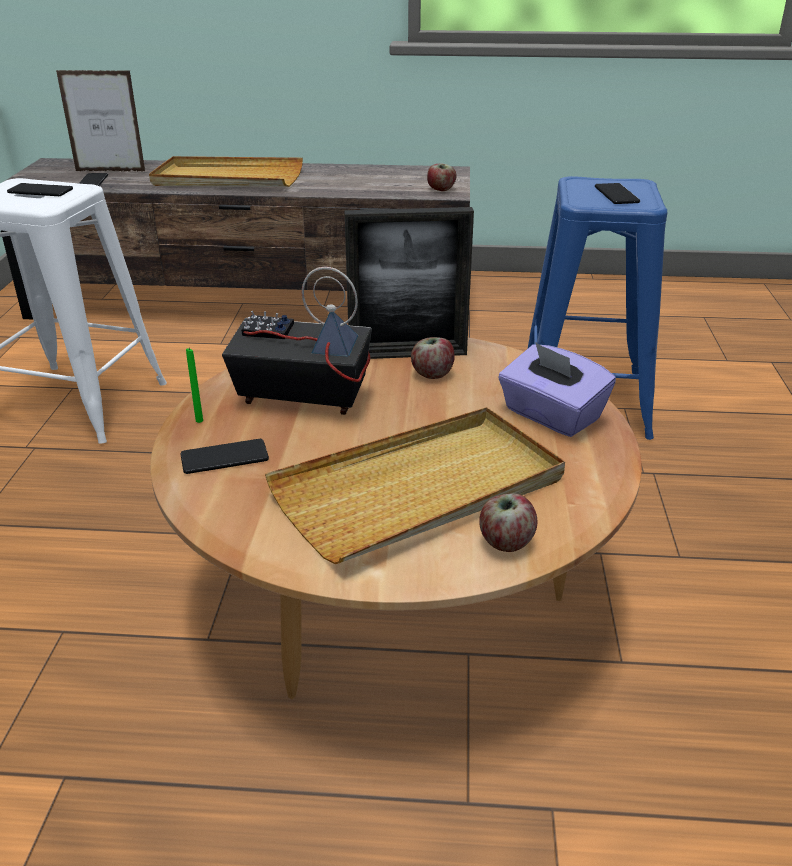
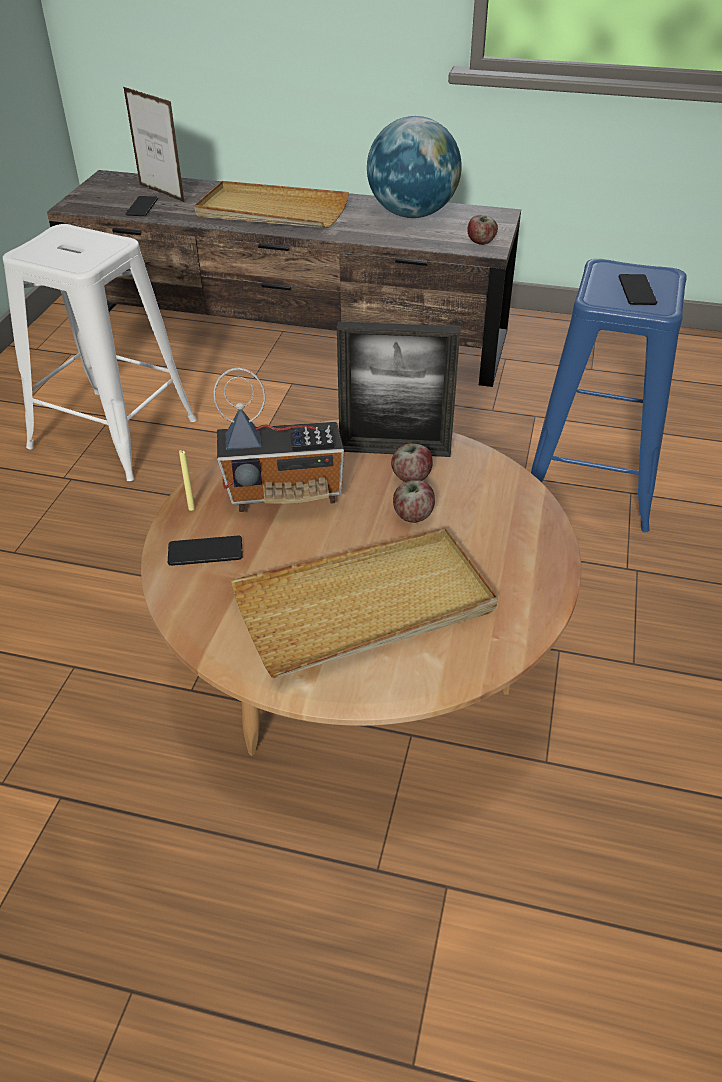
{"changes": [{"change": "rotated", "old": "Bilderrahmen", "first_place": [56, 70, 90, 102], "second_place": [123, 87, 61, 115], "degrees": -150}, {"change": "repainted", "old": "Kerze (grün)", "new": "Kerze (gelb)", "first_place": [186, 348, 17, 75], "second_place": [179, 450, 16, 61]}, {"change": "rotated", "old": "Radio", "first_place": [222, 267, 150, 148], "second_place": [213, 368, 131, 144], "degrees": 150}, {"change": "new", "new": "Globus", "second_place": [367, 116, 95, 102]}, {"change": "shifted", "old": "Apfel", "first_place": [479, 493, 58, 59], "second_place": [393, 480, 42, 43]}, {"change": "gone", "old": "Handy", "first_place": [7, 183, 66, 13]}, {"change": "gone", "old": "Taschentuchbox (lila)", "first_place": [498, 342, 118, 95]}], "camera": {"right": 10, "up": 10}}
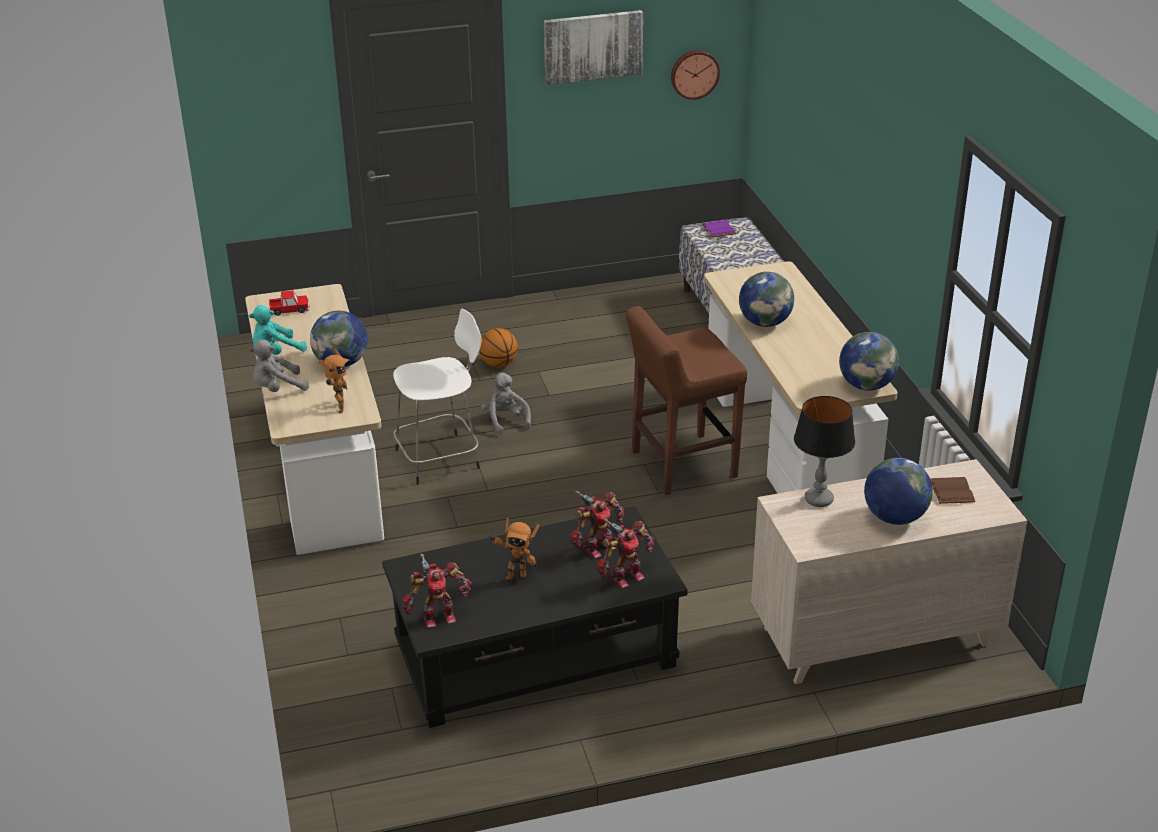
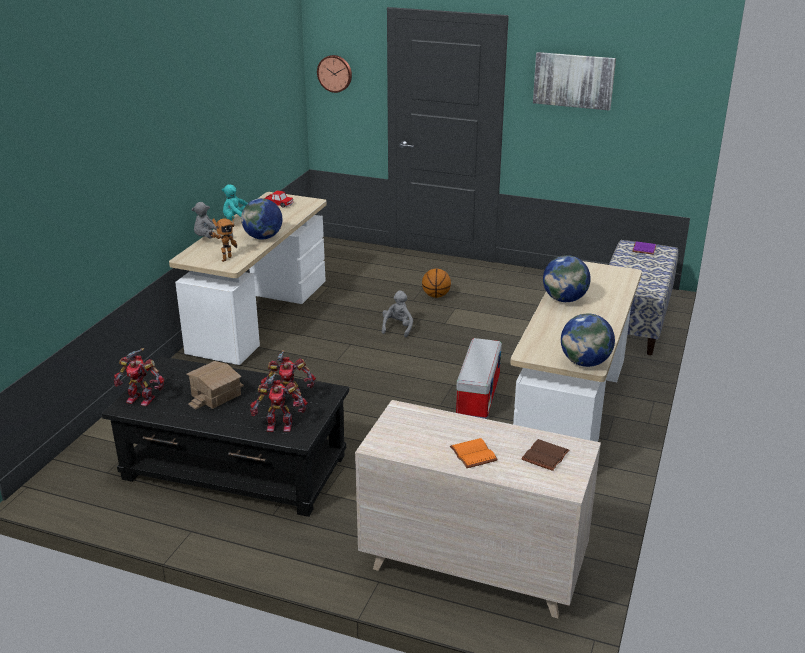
{"changes": [{"change": "swapped", "old": "Spielzeugroboter", "new": "Spielzeughaus", "first_place": [488, 517, 52, 64], "second_place": [187, 361, 57, 49]}, {"change": "rotated", "old": "Plüschtier (grau)", "first_place": [249, 339, 60, 53], "second_place": [191, 202, 42, 36], "degrees": -45}, {"change": "shifted", "old": "Wanduhr", "first_place": [671, 50, 49, 50], "second_place": [317, 55, 35, 38]}, {"change": "swapped", "old": "Globus", "new": "Buch (orange)", "first_place": [864, 458, 69, 67], "second_place": [450, 438, 48, 30]}, {"change": "swapped", "old": "Hocker (braun)", "new": "Aufbewahrungsbox", "first_place": [625, 306, 122, 189], "second_place": [456, 338, 46, 81]}, {"change": "gone", "old": "Hocker (weiß)", "first_place": [393, 308, 89, 177]}, {"change": "gone", "old": "Tischlampe", "first_place": [794, 396, 61, 111]}], "camera": {"right": 35, "up": -5}}
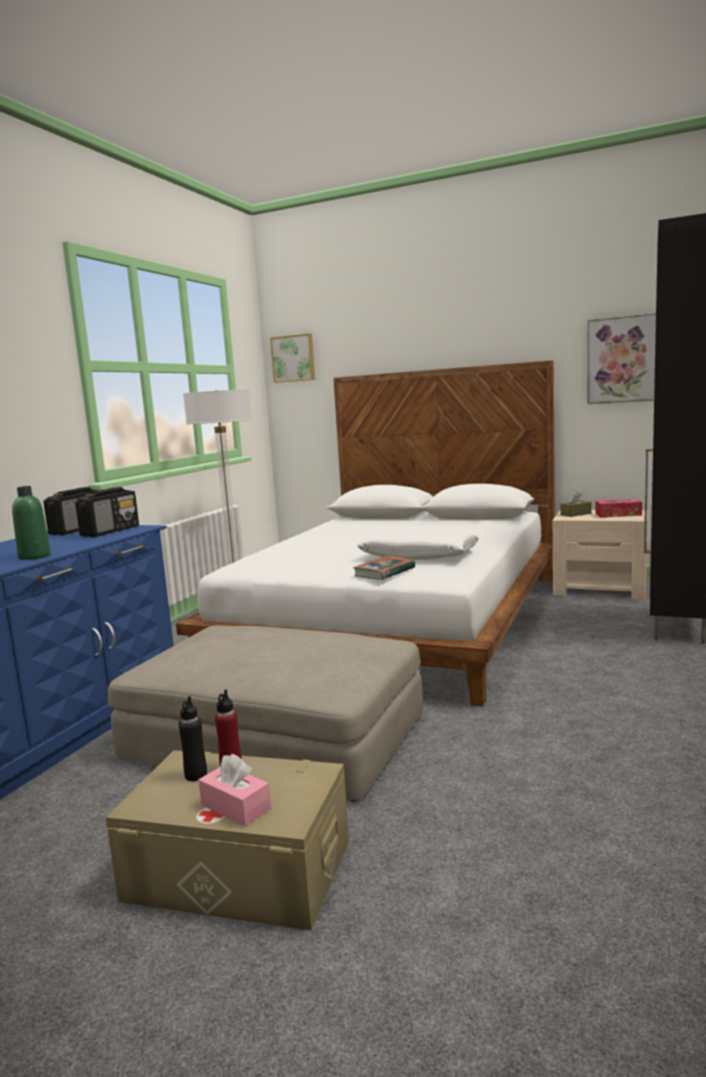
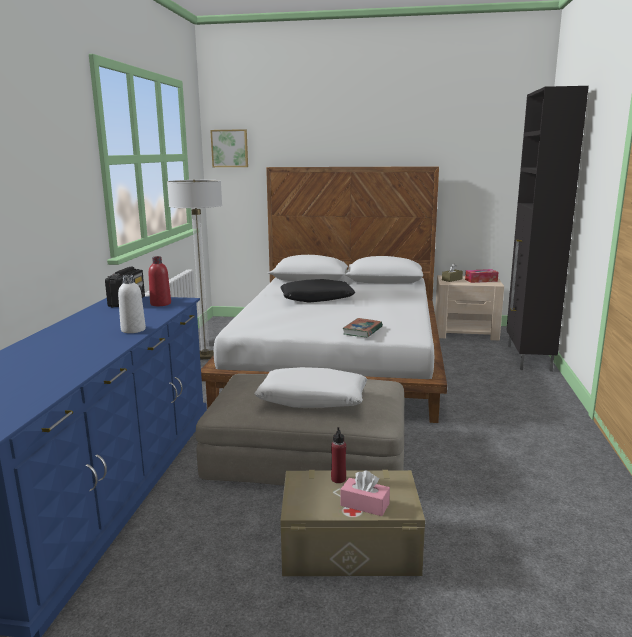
{"changes": [{"change": "repainted", "old": "Flasche (grün)", "new": "Flasche (weiß)", "first_place": [12, 486, 39, 74], "second_place": [118, 275, 28, 58]}, {"change": "swapped", "old": "Radio", "new": "Flasche (rot)", "first_place": [75, 487, 64, 50], "second_place": [149, 256, 22, 50]}, {"change": "shifted", "old": "Kissen (weiß)", "first_place": [357, 527, 122, 33], "second_place": [254, 367, 113, 41]}, {"change": "new", "new": "Kissen (schwarz)", "second_place": [280, 279, 75, 24]}, {"change": "gone", "old": "Flasche (schwarz)", "first_place": [179, 696, 28, 85]}, {"change": "gone", "old": "Bild", "first_place": [587, 313, 69, 91]}], "camera": {"right": -15, "up": 5}}
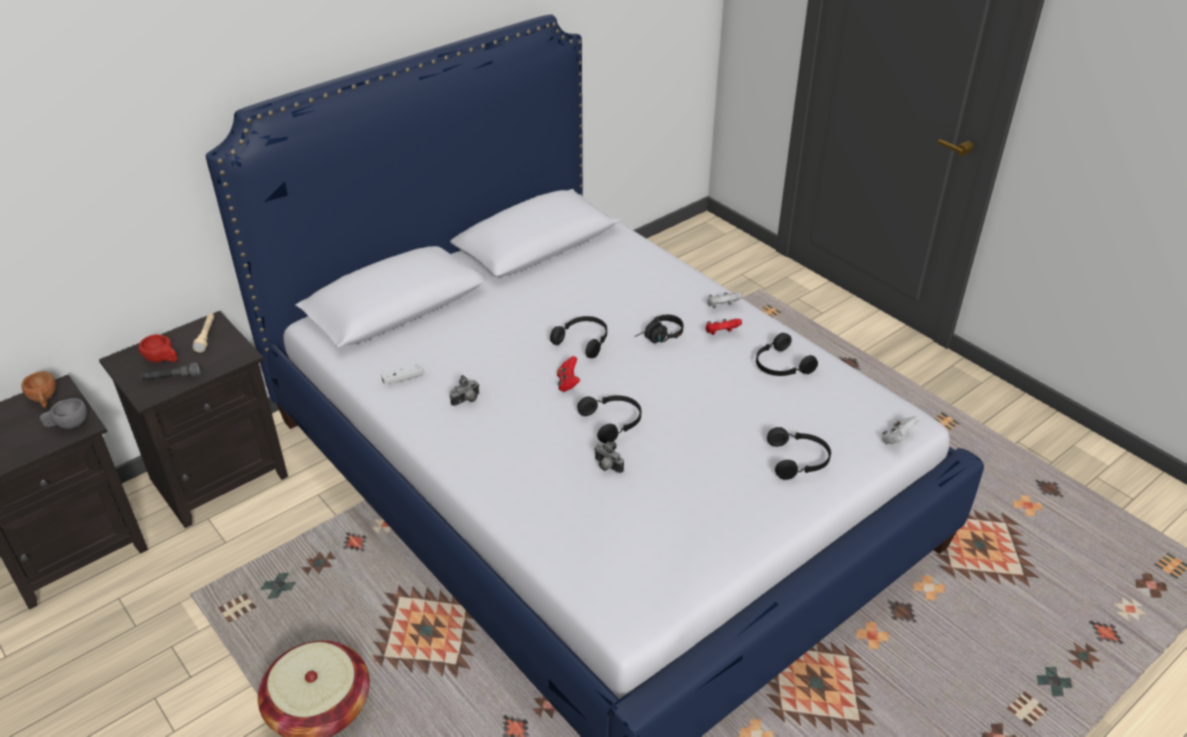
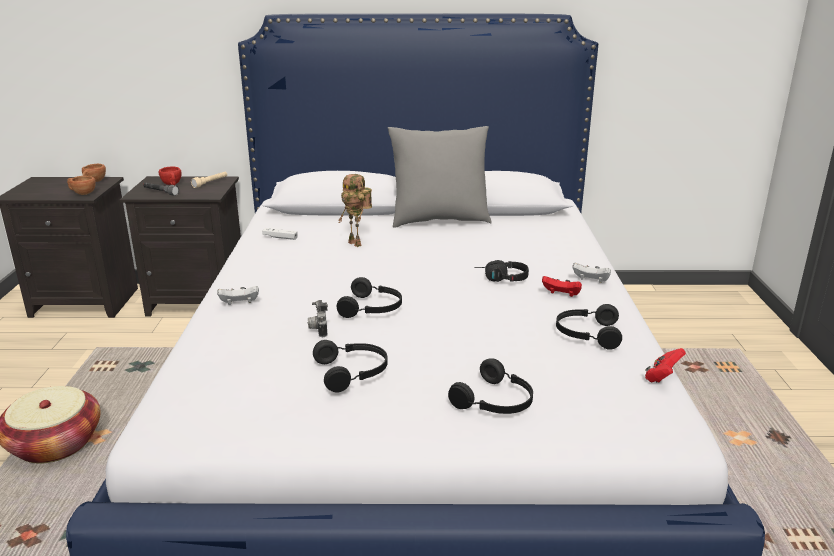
{"changes": [{"change": "repainted", "old": "Tasse (grau)", "new": "Tasse (braun)", "first_place": [40, 398, 47, 31], "second_place": [67, 176, 29, 19]}, {"change": "shifted", "old": "Gamepad (weiß)", "first_place": [882, 416, 37, 28], "second_place": [217, 286, 42, 19]}, {"change": "shifted", "old": "Kopfhörer (schwarz)", "first_place": [550, 316, 57, 42], "second_place": [313, 340, 75, 53]}, {"change": "new", "new": "Spielzeugroboter", "second_place": [338, 174, 34, 73]}, {"change": "new", "new": "Kissen (grau)", "second_place": [388, 126, 104, 102]}, {"change": "shifted", "old": "Gamepad (rot)", "first_place": [557, 356, 23, 36], "second_place": [645, 348, 41, 35]}, {"change": "gone", "old": "Kamera", "first_place": [450, 375, 29, 31]}], "camera": {"right": 40, "up": -15}}
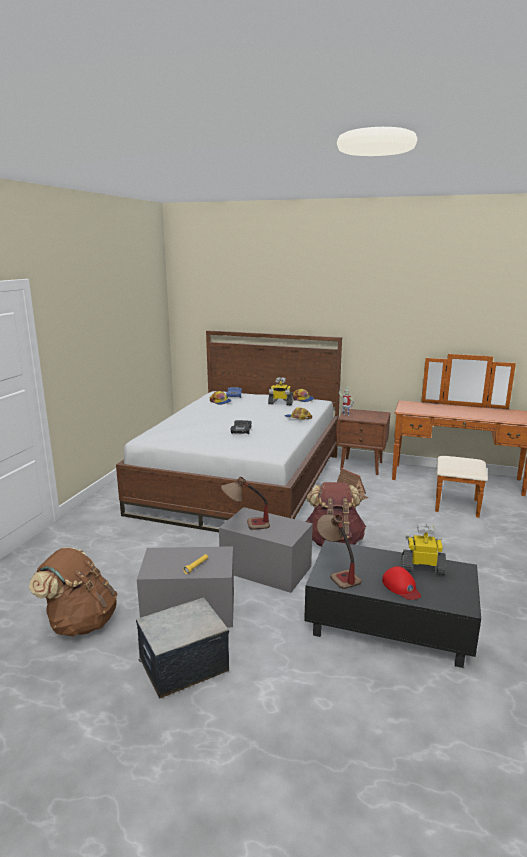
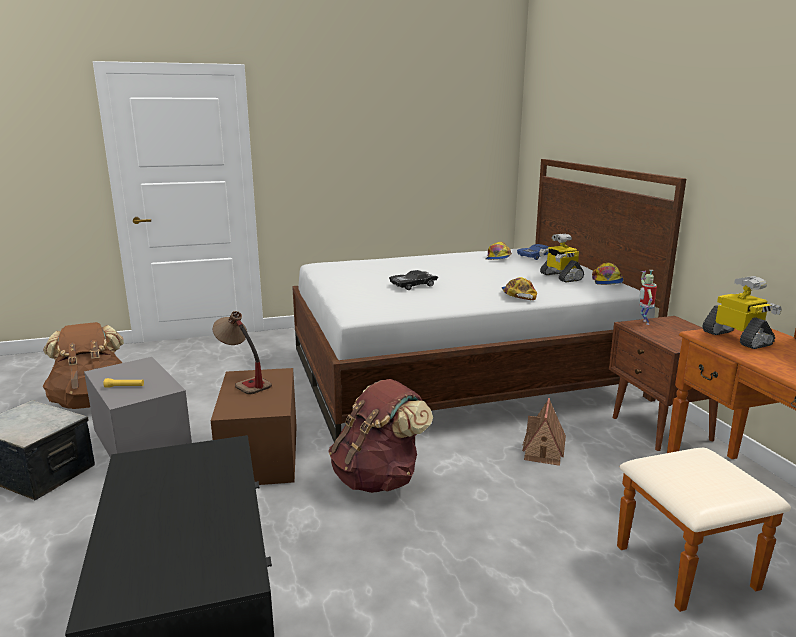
{"changes": [{"change": "repainted", "old": "Aufbewahrungsbox (grau)", "new": "Aufbewahrungsbox (braun)", "first_place": [219, 507, 94, 86], "second_place": [211, 368, 86, 117]}, {"change": "shifted", "old": "Spielzeugroboter", "first_place": [401, 523, 45, 52], "second_place": [702, 276, 80, 73]}, {"change": "gone", "old": "Tischlampe", "first_place": [317, 514, 45, 75]}, {"change": "gone", "old": "Kappe (rot)", "first_place": [382, 566, 39, 34]}], "camera": {"right": 55, "up": 0}}
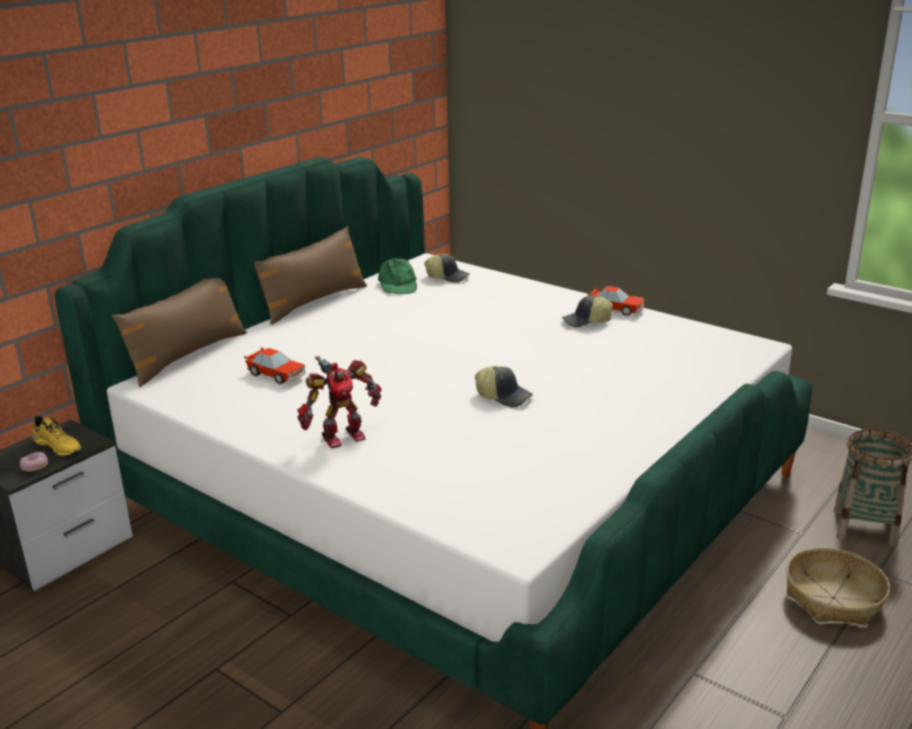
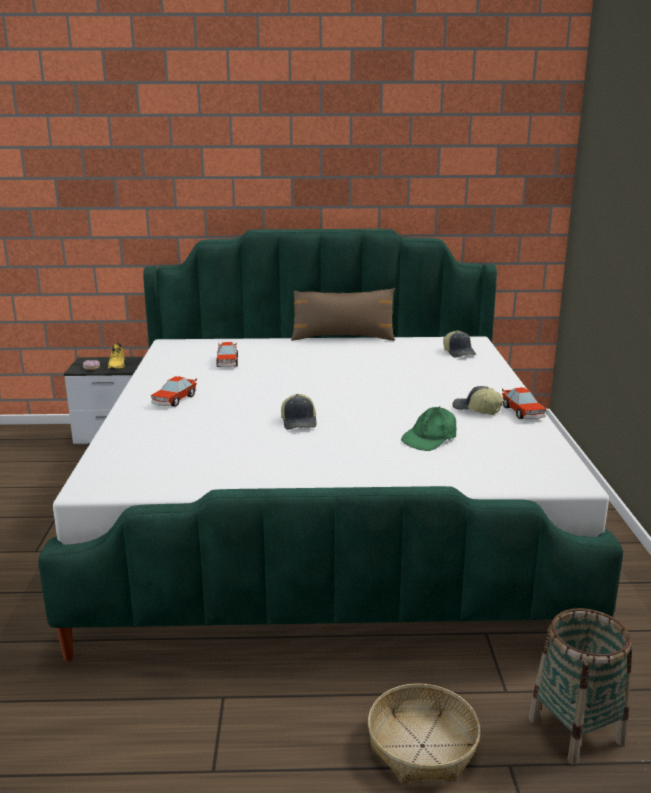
{"changes": [{"change": "swapped", "old": "Spielzeugroboter", "new": "Spielzeugauto", "first_place": [297, 356, 84, 93], "second_place": [151, 376, 46, 31]}, {"change": "shifted", "old": "Kappe (grün)", "first_place": [378, 258, 39, 36], "second_place": [401, 407, 55, 44]}, {"change": "gone", "old": "Kissen (braun)", "first_place": [112, 278, 135, 109]}], "camera": {"right": 50, "up": -5}}
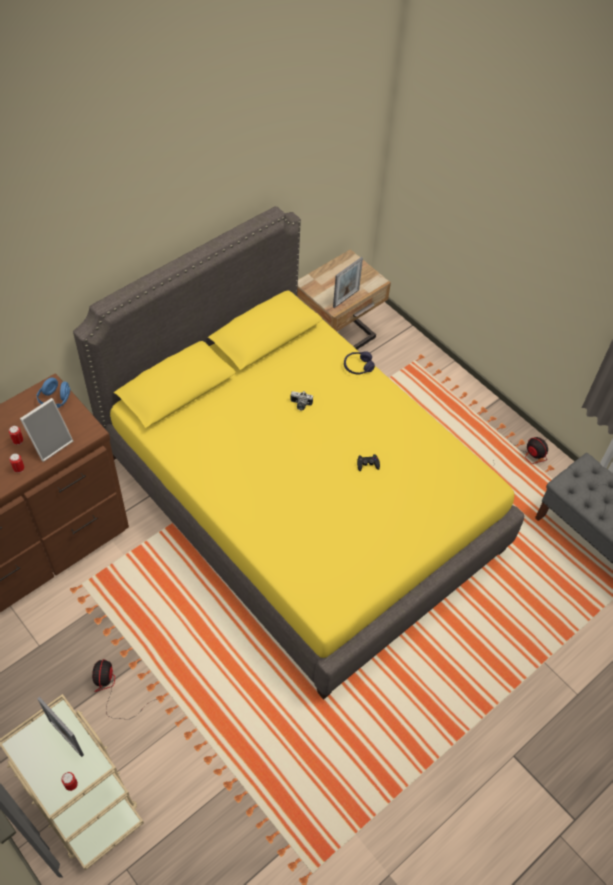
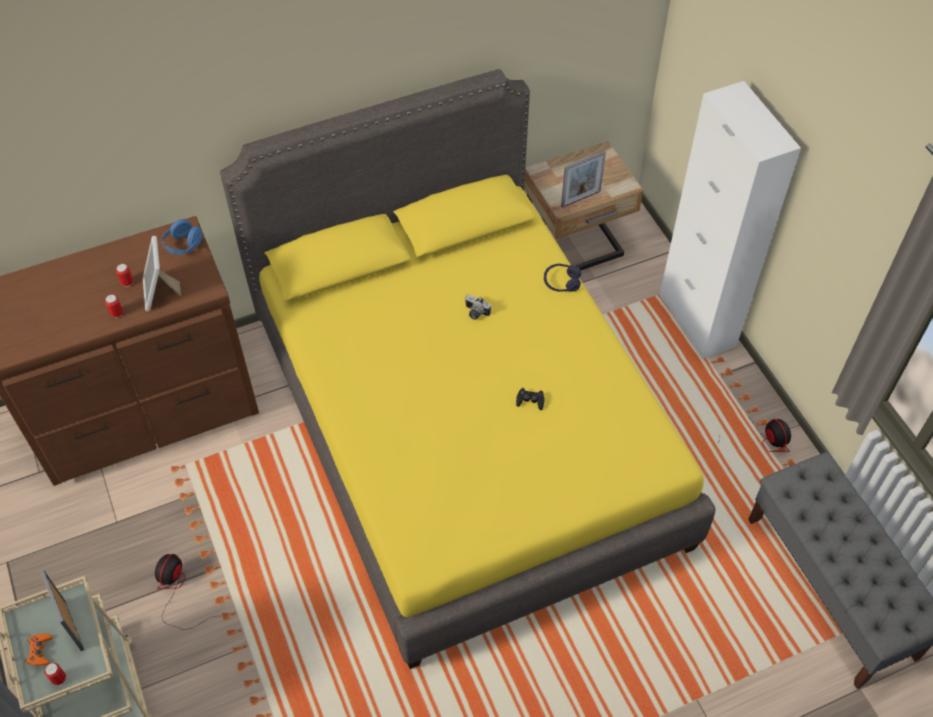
{"changes": [{"change": "new", "new": "Gamepad (orange)", "second_place": [25, 634, 28, 32]}, {"change": "rotated", "old": "Bilderrahmen", "first_place": [20, 398, 53, 64], "second_place": [143, 236, 38, 75], "degrees": 105}, {"change": "new", "new": "Schrank (weiß)", "second_place": [659, 81, 142, 278]}], "camera": {"right": 20, "up": 0}}
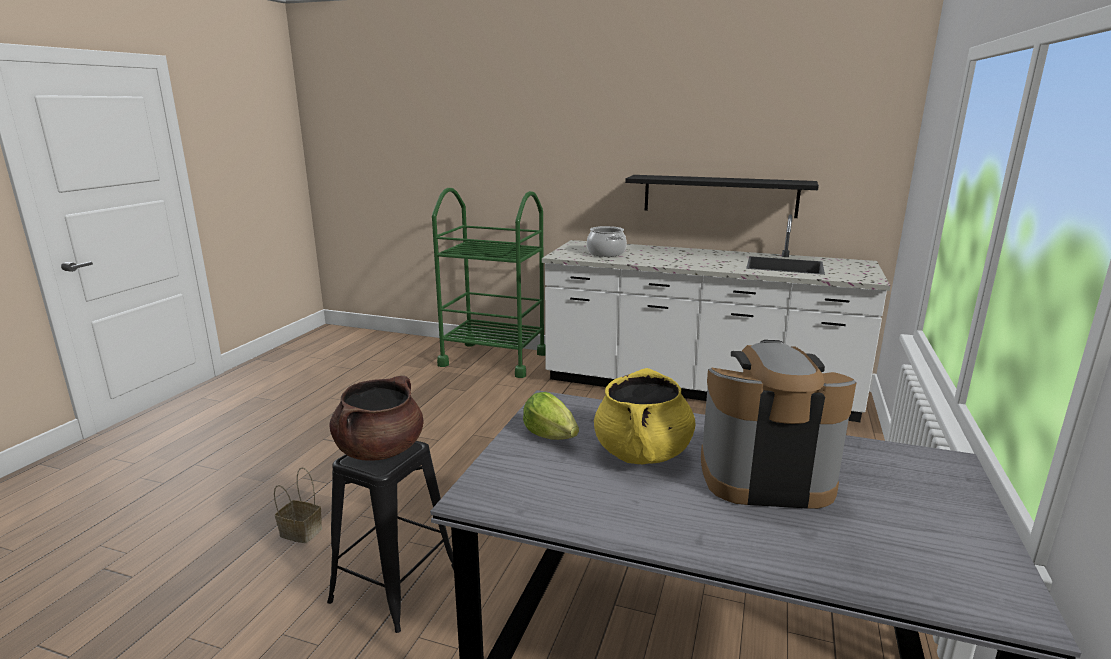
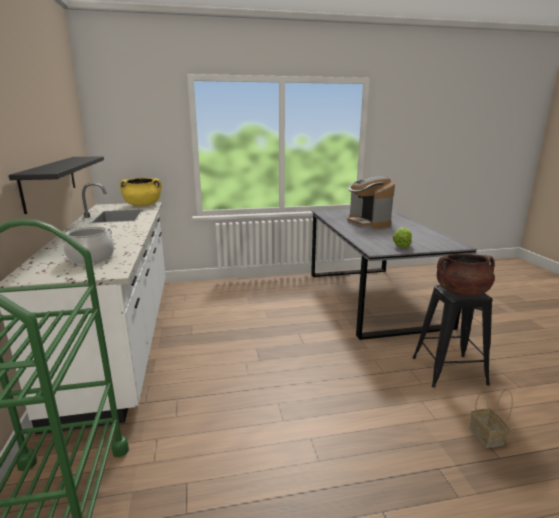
{"changes": [{"change": "shifted", "old": "Kochtopf (gelb)", "first_place": [594, 368, 101, 96], "second_place": [120, 178, 41, 28]}], "camera": {"right": -120, "up": 0}}
